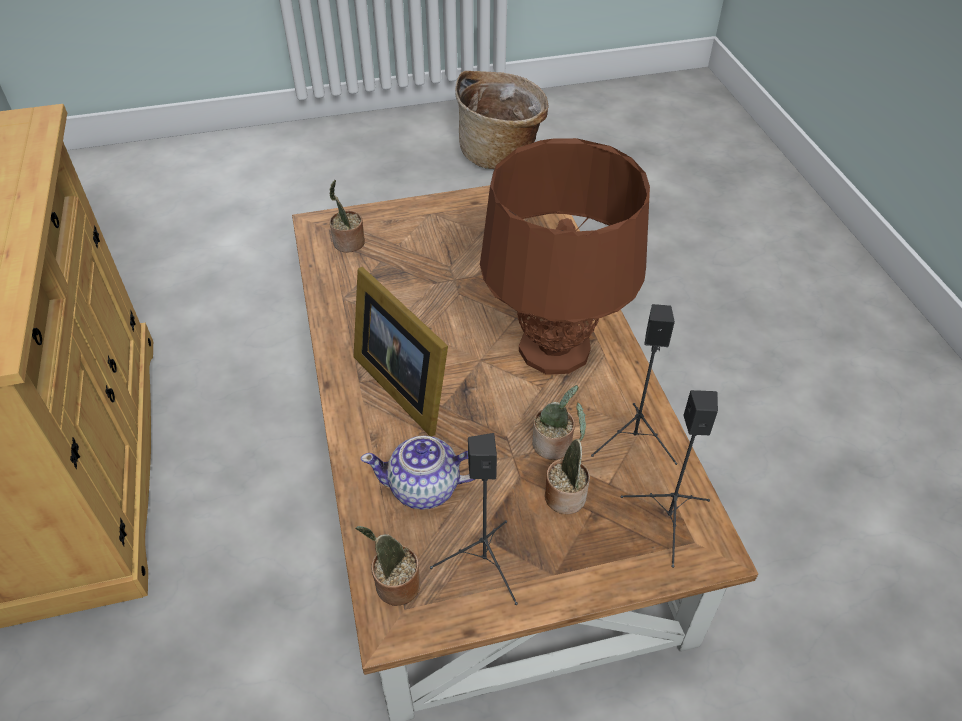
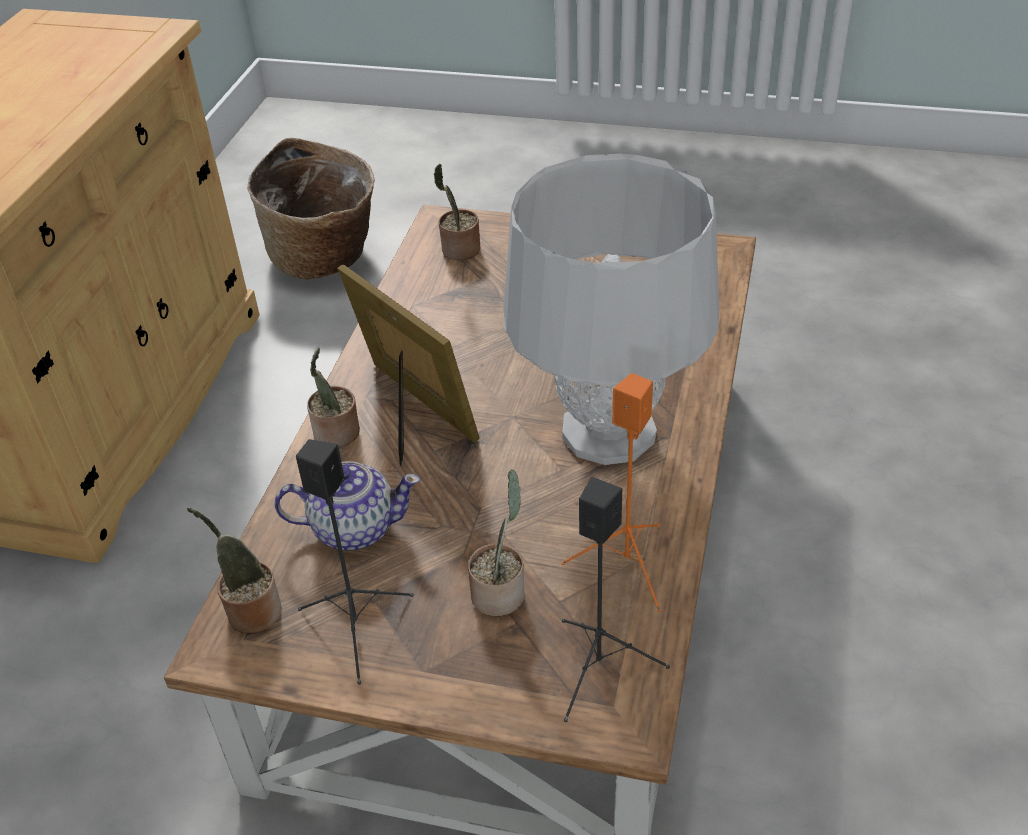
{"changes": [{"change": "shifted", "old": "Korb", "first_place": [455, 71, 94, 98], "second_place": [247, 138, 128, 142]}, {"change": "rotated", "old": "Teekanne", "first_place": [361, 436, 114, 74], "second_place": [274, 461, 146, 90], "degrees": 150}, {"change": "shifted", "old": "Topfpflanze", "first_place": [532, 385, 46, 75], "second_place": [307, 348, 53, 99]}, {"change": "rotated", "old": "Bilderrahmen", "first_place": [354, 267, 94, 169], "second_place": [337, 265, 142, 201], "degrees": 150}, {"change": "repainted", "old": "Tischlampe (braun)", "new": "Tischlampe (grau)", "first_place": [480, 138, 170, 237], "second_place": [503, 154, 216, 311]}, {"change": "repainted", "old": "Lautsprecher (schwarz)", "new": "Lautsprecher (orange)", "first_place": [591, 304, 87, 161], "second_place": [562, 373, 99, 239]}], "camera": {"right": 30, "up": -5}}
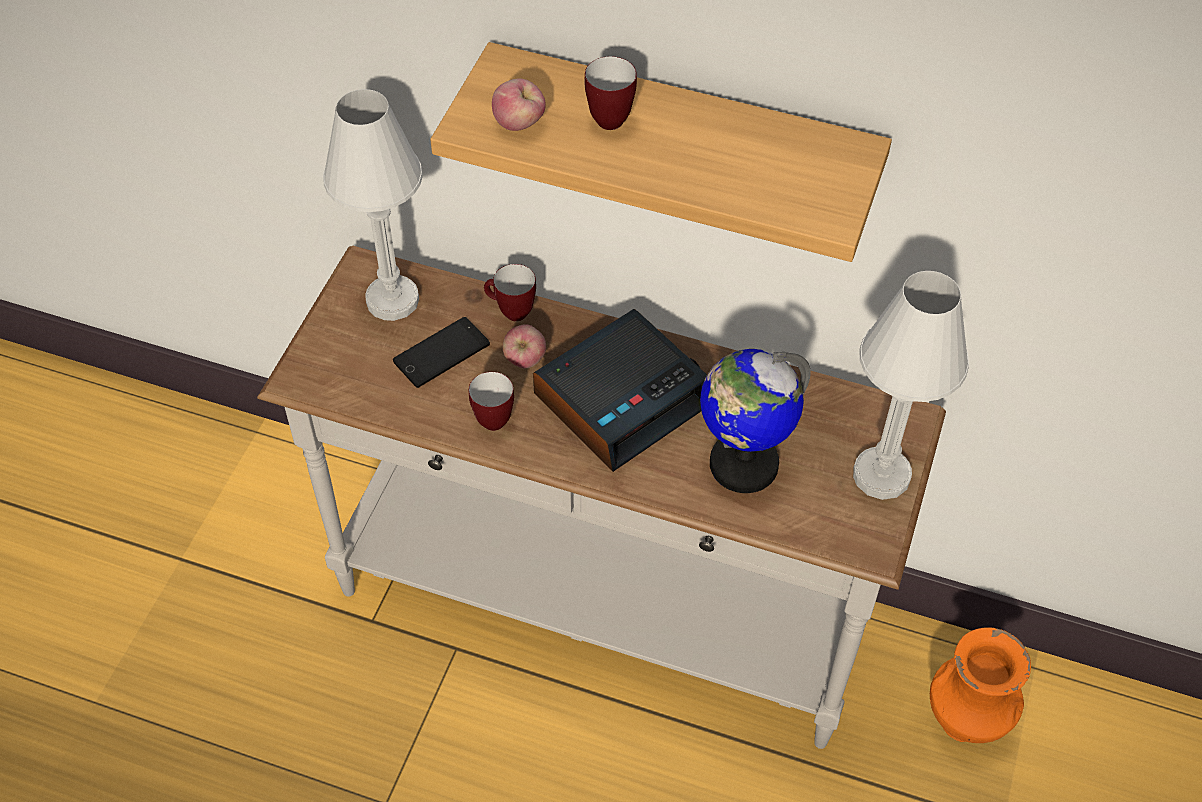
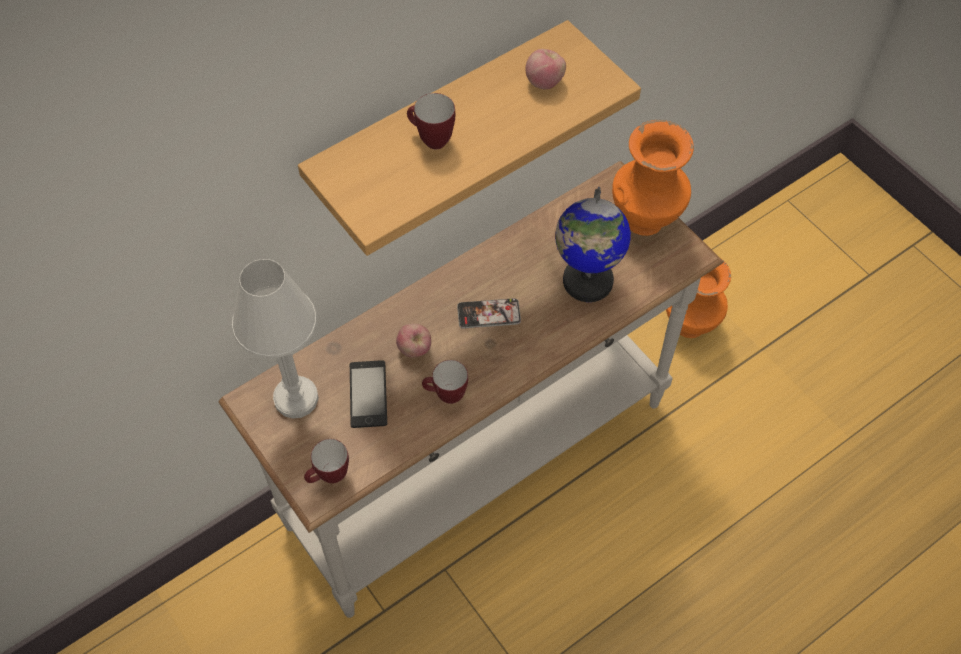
{"changes": [{"change": "shifted", "old": "Henkelbecher", "first_place": [484, 264, 52, 57], "second_place": [304, 439, 45, 44]}, {"change": "swapped", "old": "Wecker", "new": "Handy", "first_place": [533, 309, 174, 163], "second_place": [457, 298, 64, 31]}, {"change": "shifted", "old": "Apfel", "first_place": [492, 78, 54, 53], "second_place": [526, 49, 40, 40]}, {"change": "swapped", "old": "Tischlampe (weiß)", "new": "Vase (orange)", "first_place": [853, 271, 116, 229], "second_place": [612, 120, 82, 116]}], "camera": {"right": -55, "up": 5}}
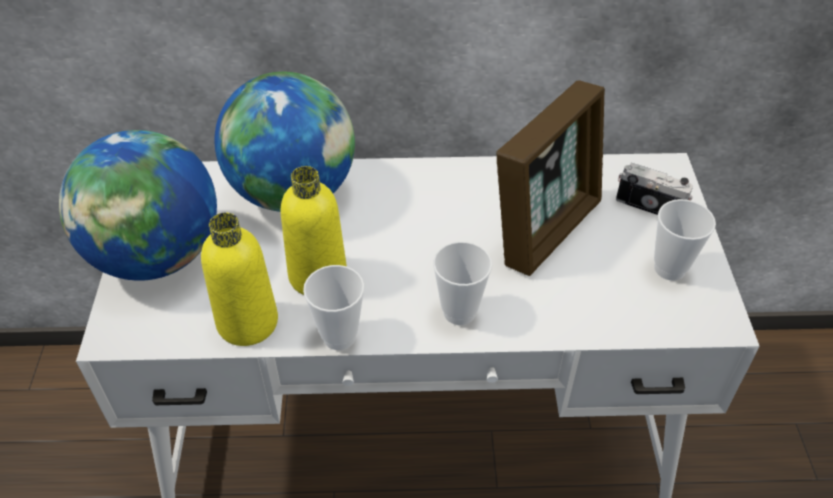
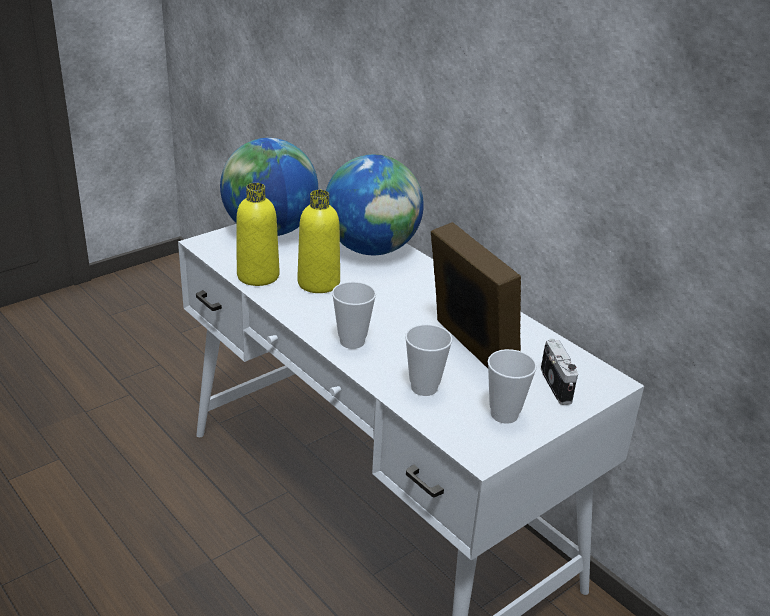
{"changes": [{"change": "shifted", "old": "Tasse", "first_place": [303, 265, 61, 85], "second_place": [405, 324, 48, 72]}, {"change": "rotated", "old": "Bilderrahmen", "first_place": [496, 80, 109, 196], "second_place": [431, 222, 90, 146], "degrees": -120}], "camera": {"right": 50, "up": -15}}
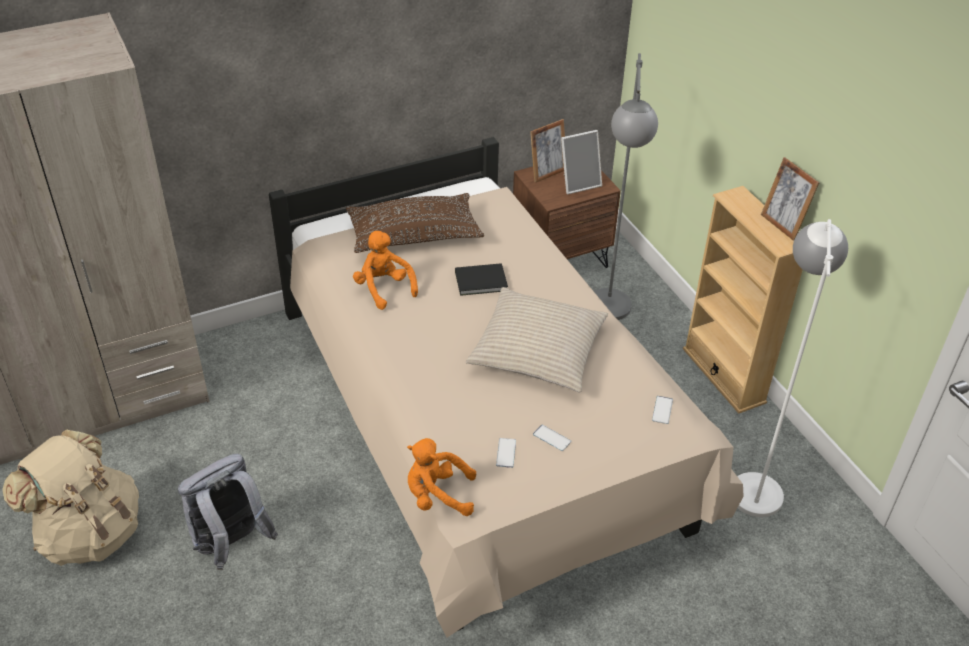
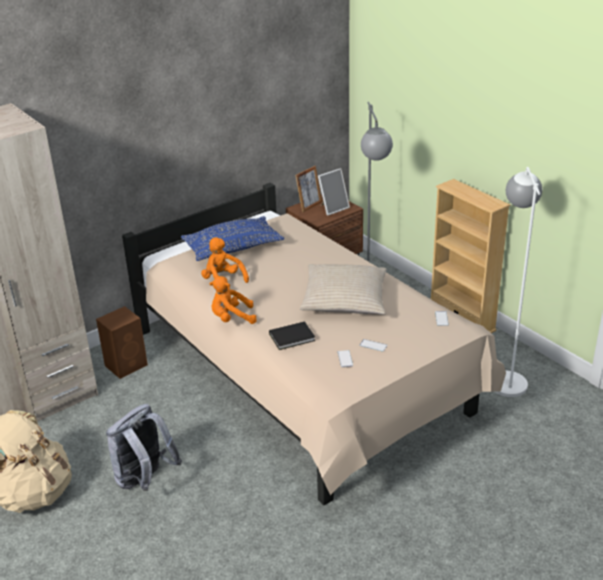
{"changes": [{"change": "new", "new": "Lautsprecher (braun)", "second_place": [96, 306, 52, 73]}, {"change": "repainted", "old": "Kissen (braun)", "new": "Kissen (blau)", "first_place": [346, 193, 138, 60], "second_place": [181, 216, 103, 45]}, {"change": "shifted", "old": "Plüschtier (orange)", "first_place": [407, 438, 69, 78], "second_place": [209, 276, 48, 48]}, {"change": "shifted", "old": "Buch (schwarz)", "first_place": [455, 263, 53, 33], "second_place": [269, 321, 46, 29]}, {"change": "gone", "old": "Bilderrahmen", "first_place": [761, 157, 58, 84]}], "camera": {"right": -10, "up": -10}}
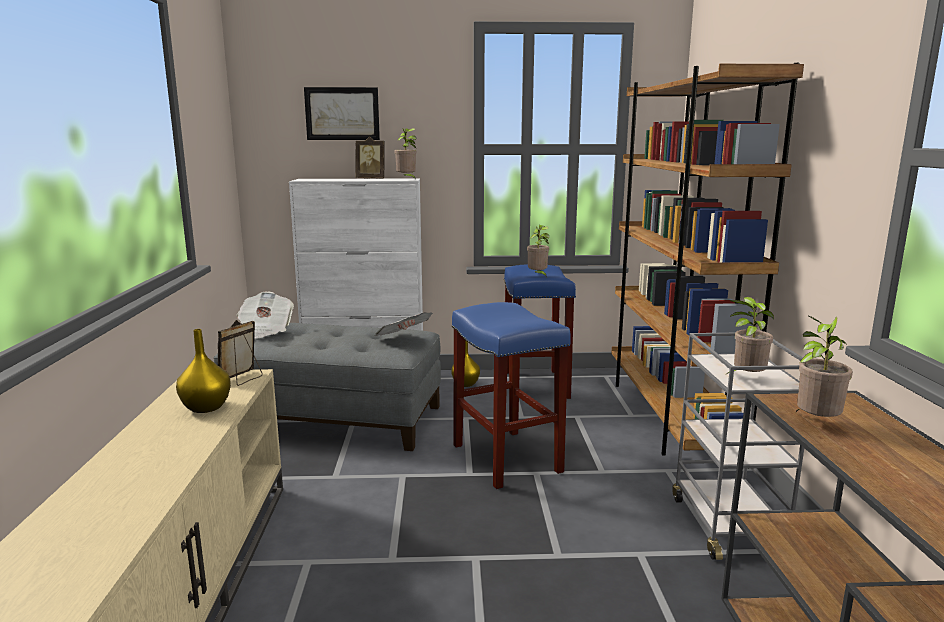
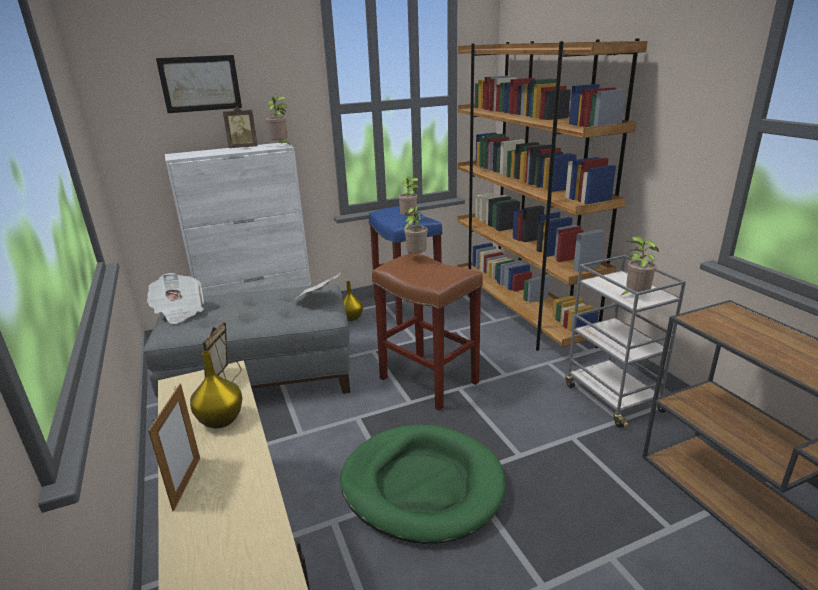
{"changes": [{"change": "new", "new": "Bilderrahmen", "second_place": [148, 383, 52, 129]}, {"change": "new", "new": "Hundebett (grün)", "second_place": [340, 425, 165, 119]}, {"change": "repainted", "old": "Hocker (blau)", "new": "Hocker (braun)", "first_place": [452, 302, 119, 187], "second_place": [372, 253, 111, 158]}, {"change": "shifted", "old": "Topfpflanze", "first_place": [796, 316, 57, 101], "second_place": [404, 205, 24, 49]}], "camera": {"right": -20, "up": 10}}
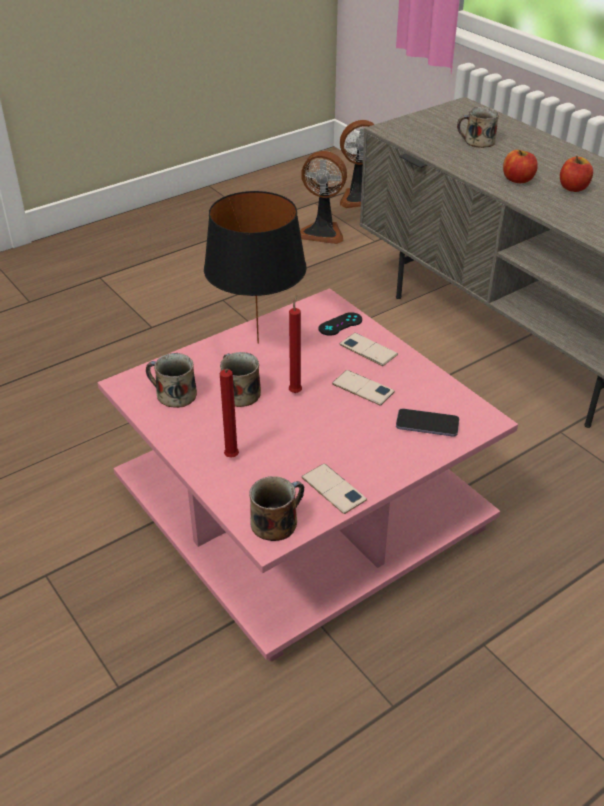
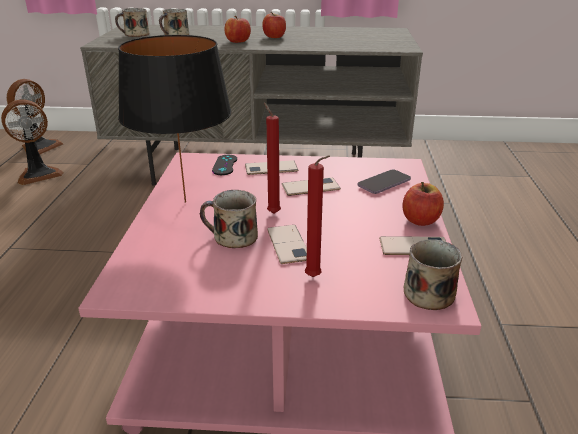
{"changes": [{"change": "shifted", "old": "Henkelbecher", "first_place": [146, 353, 51, 55], "second_place": [115, 8, 34, 29]}, {"change": "new", "new": "Handy", "second_place": [267, 225, 40, 39]}, {"change": "new", "new": "Apfel", "second_place": [402, 182, 42, 44]}], "camera": {"right": -50, "up": -10}}
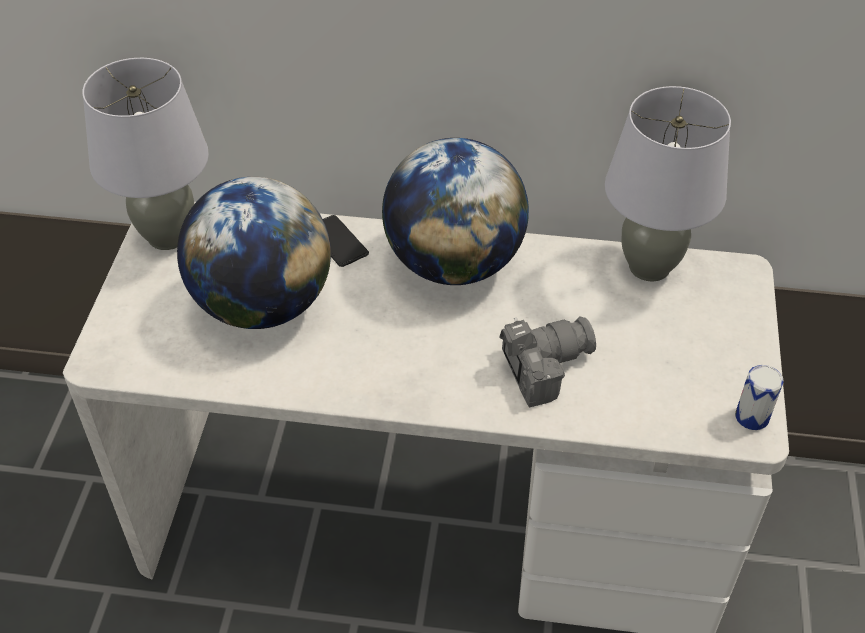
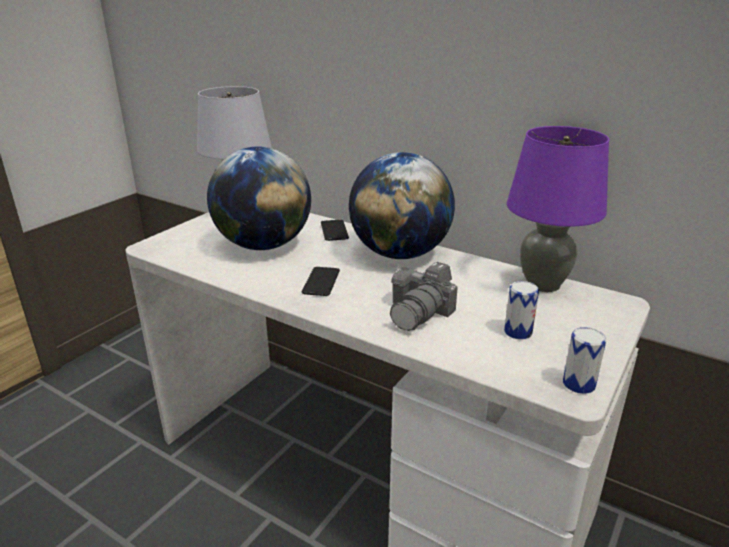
{"changes": [{"change": "new", "new": "Handy", "second_place": [302, 267, 38, 29]}, {"change": "rotated", "old": "Kamera", "first_place": [499, 316, 97, 92], "second_place": [390, 262, 68, 69], "degrees": 120}, {"change": "new", "new": "Dose", "second_place": [504, 281, 35, 59]}, {"change": "repainted", "old": "Tischlampe (grau)", "new": "Tischlampe (lila)", "first_place": [605, 86, 126, 196], "second_place": [507, 126, 102, 166]}], "camera": {"right": 25, "up": -20}}
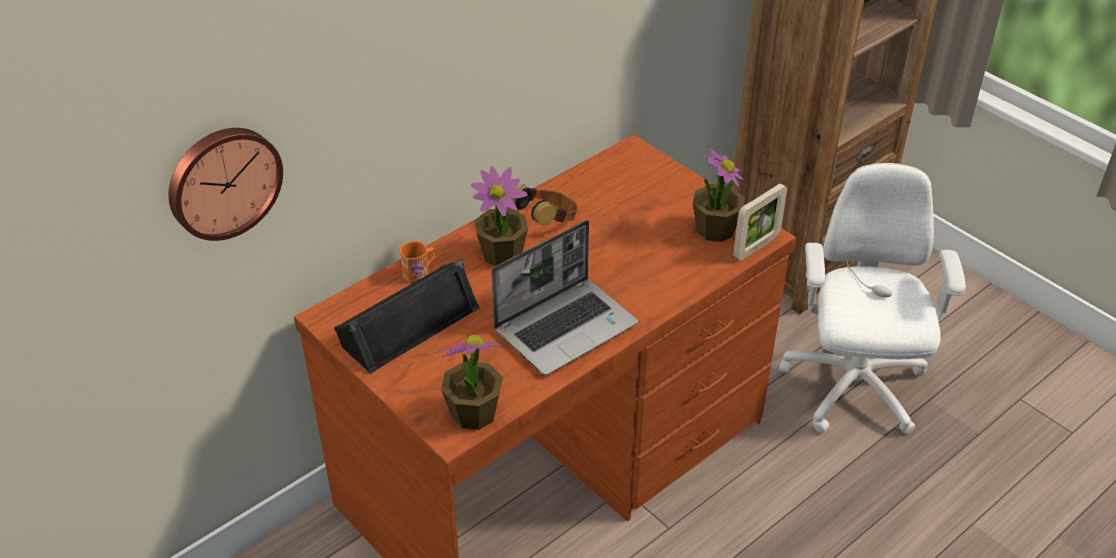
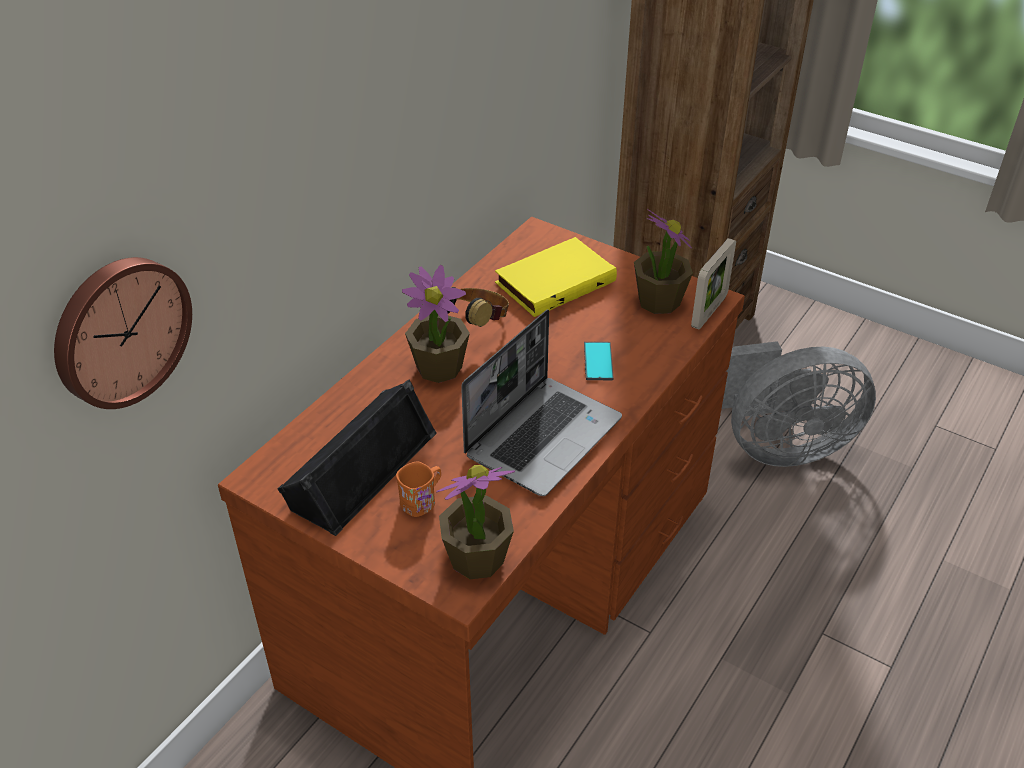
{"changes": [{"change": "shifted", "old": "Henkelbecher (orange)", "first_place": [399, 241, 38, 42], "second_place": [396, 461, 45, 56]}, {"change": "new", "new": "Buch (gelb)", "second_place": [495, 237, 122, 80]}, {"change": "new", "new": "Handy", "second_place": [584, 342, 30, 38]}, {"change": "swapped", "old": "Bürostuhl (weiß)", "new": "Ventilator (grau)", "first_place": [779, 163, 187, 271], "second_place": [722, 341, 154, 126]}], "camera": {"right": -15, "up": 0}}
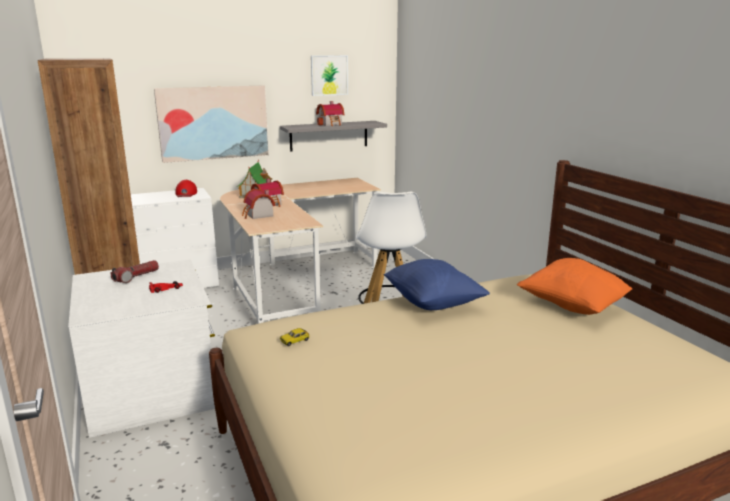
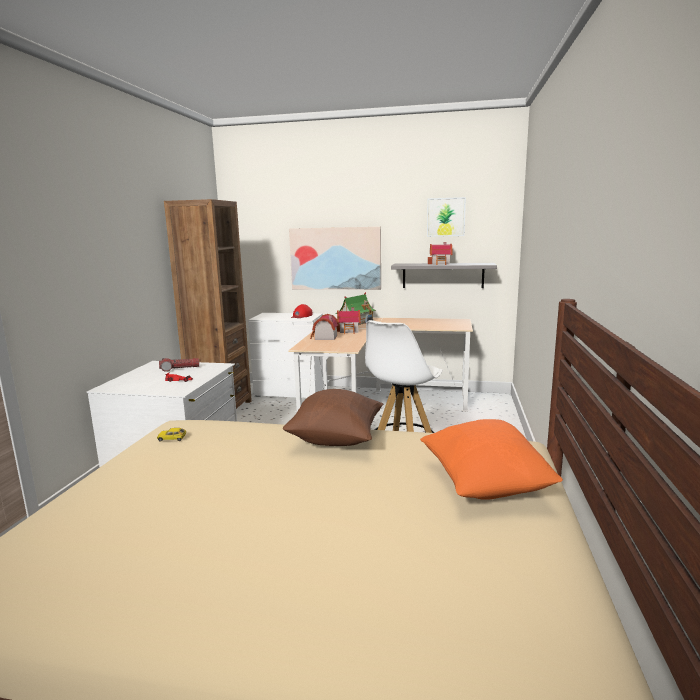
{"changes": [{"change": "repainted", "old": "Kissen (blau)", "new": "Kissen (braun)", "first_place": [384, 259, 106, 51], "second_place": [283, 389, 100, 57]}], "camera": {"right": 35, "up": -5}}
